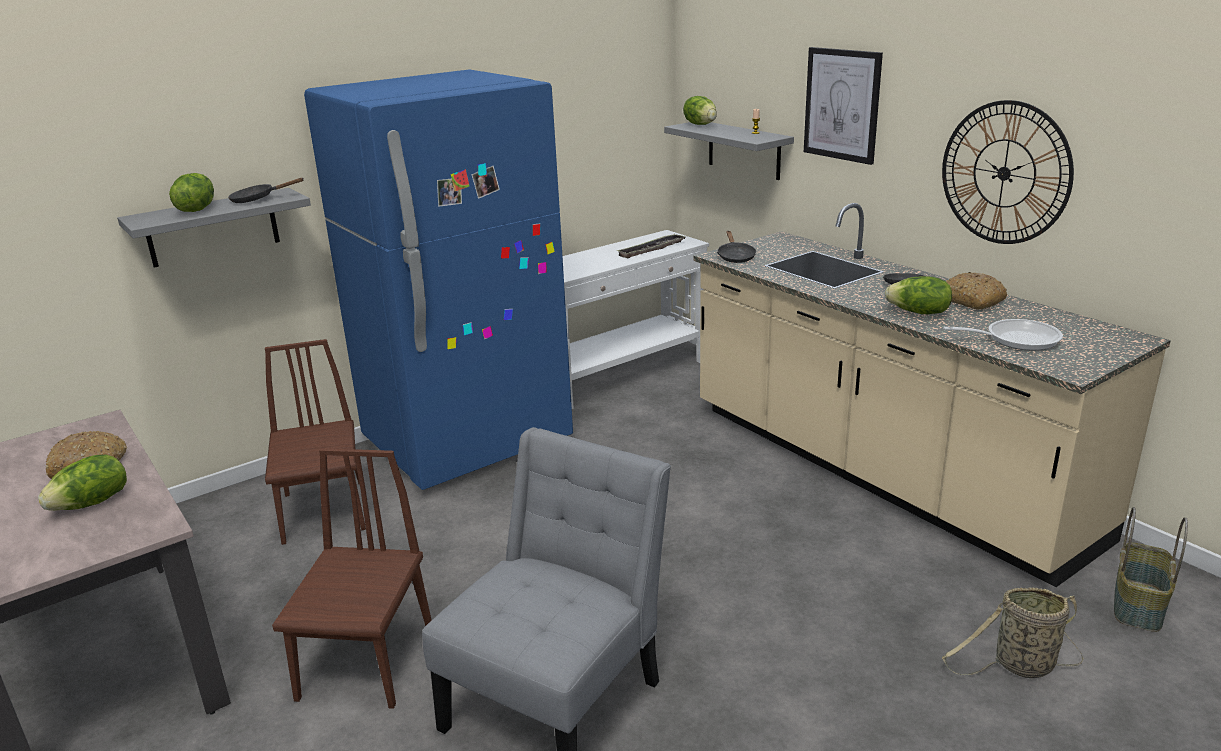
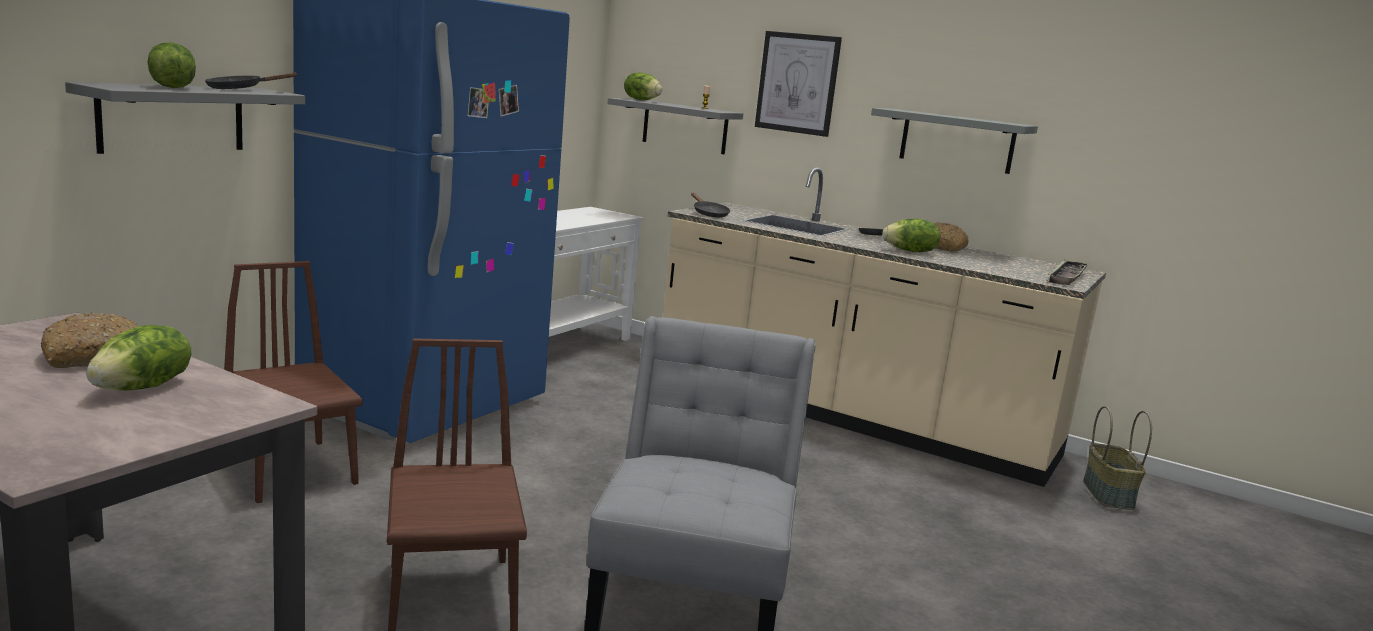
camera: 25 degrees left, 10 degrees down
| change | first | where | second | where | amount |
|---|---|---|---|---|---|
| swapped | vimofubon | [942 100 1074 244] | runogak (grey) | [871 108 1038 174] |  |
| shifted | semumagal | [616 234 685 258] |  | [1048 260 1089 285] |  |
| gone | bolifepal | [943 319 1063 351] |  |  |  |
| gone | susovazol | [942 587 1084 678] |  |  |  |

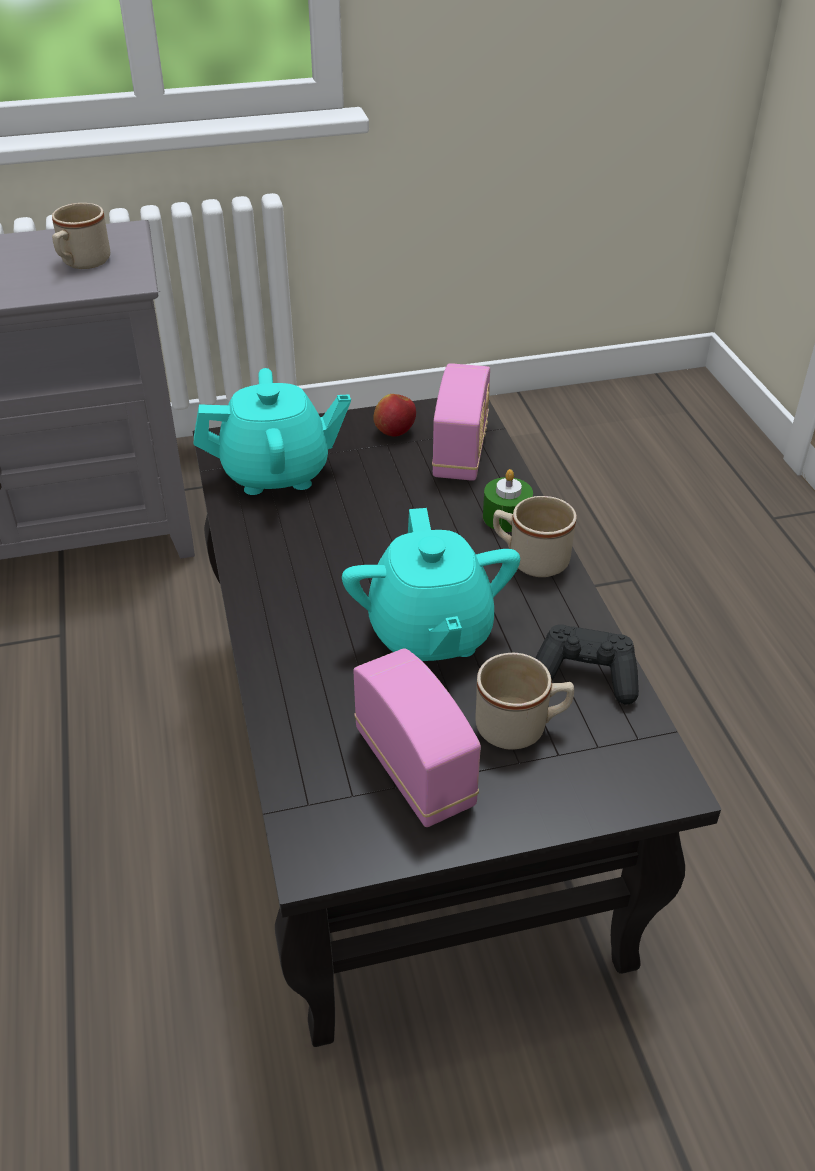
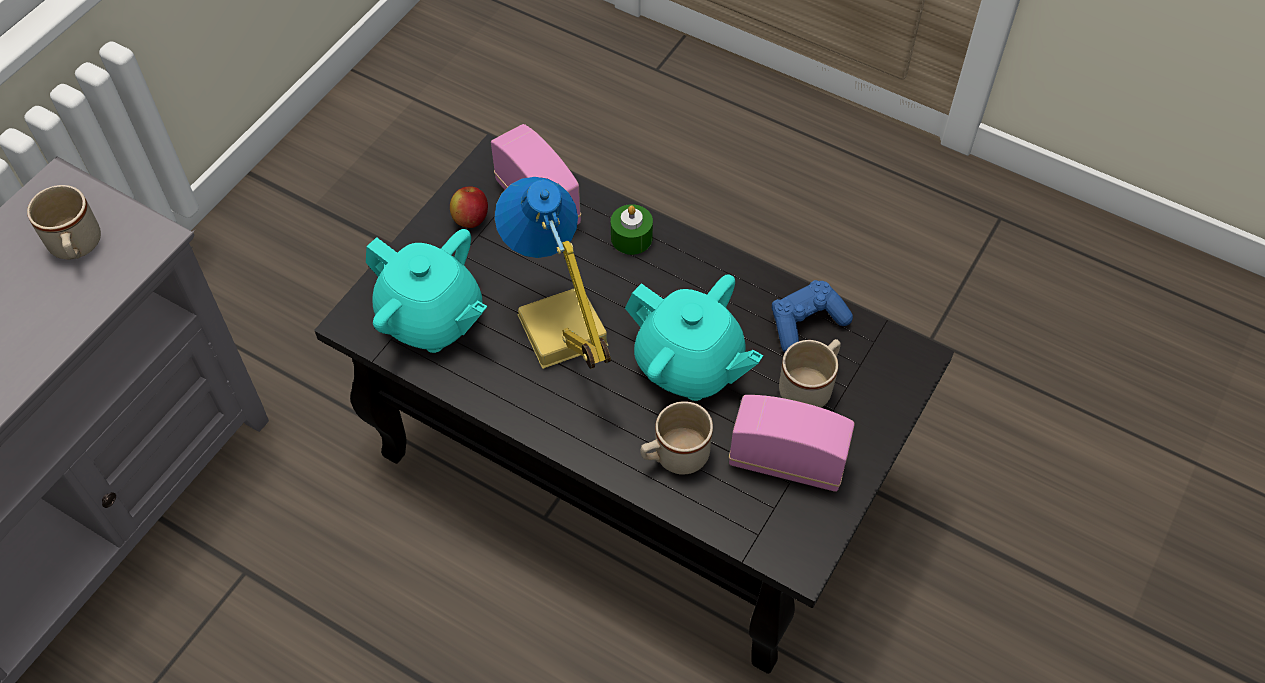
camera: 45 degrees left, 15 degrees up
| change | first | where | second | where | amount |
|---|---|---|---|---|---|
| rotated | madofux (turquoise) | [194 368 351 495] |  | [366 229 487 353] | 90 degrees clockwise |
| shifted | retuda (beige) | [493 496 577 577] |  | [641 401 713 475] |  |
| repainted | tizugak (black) | [536 624 639 704] | tizugak (blue) | [772 280 853 352] |  |
| new |  |  | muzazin | [494 177 611 369] |  |

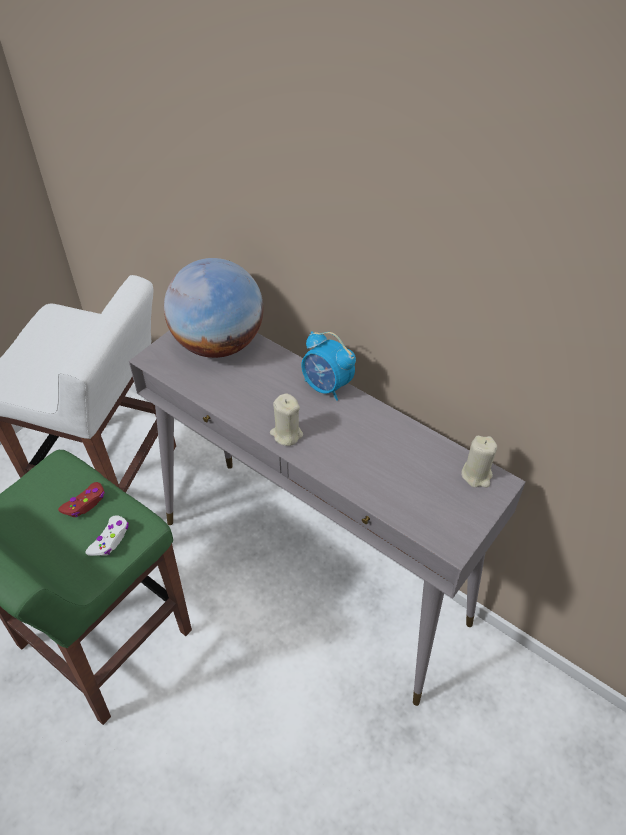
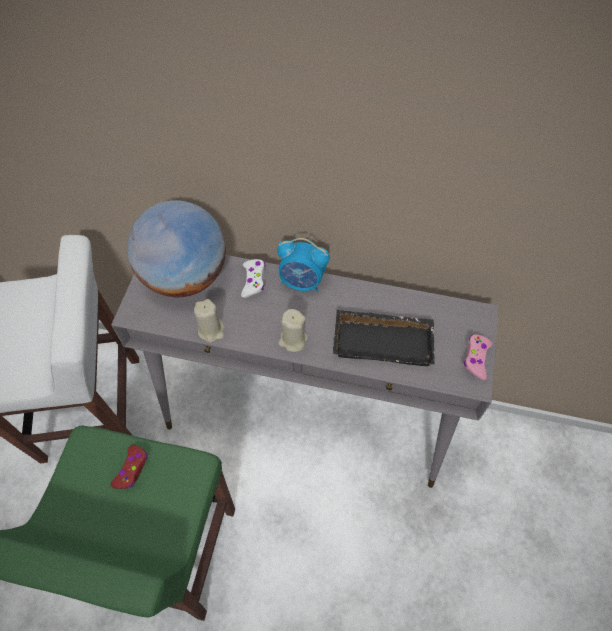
camera: 25 degrees left, 10 degrees up
| change | first | where | second | where | amount |
|---|---|---|---|---|---|
| shifted | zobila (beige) | [461 436 497 487] |  | [194 299 224 343] |  |
| shifted | tizugak (white) | [85 515 129 556] |  | [241 259 265 298] |  |
| new |  |  | semumagal (black) | [333 310 435 366] |  |
| new |  |  | tizugak (pink) | [464 335 493 380] |  |

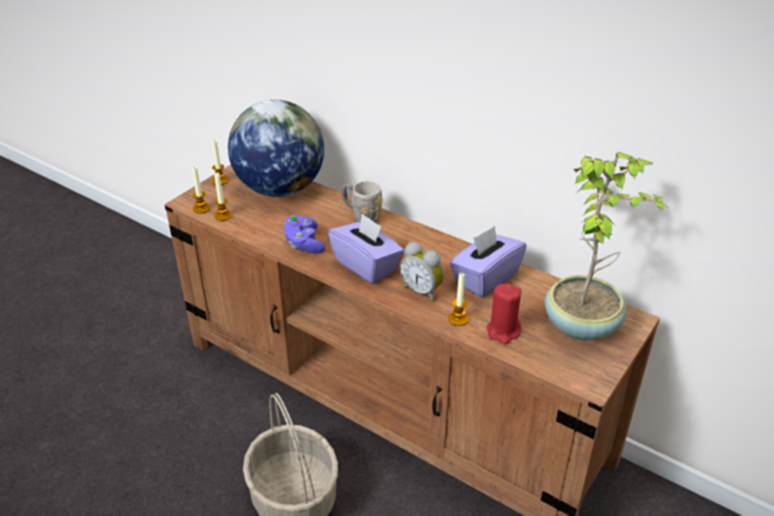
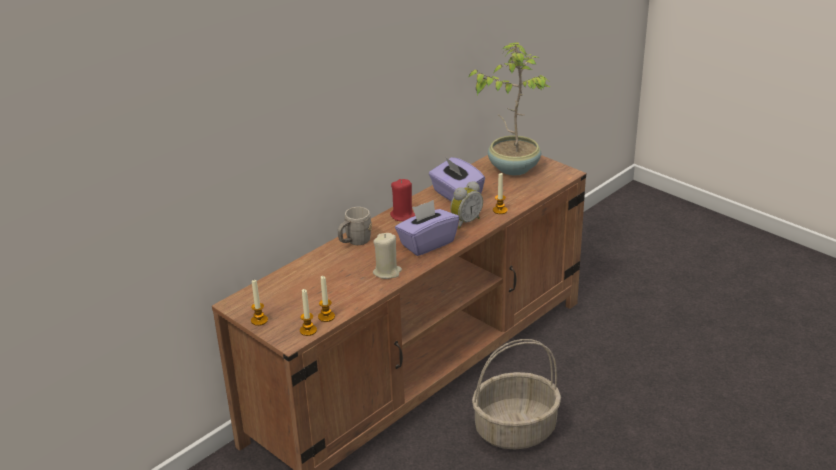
camera: 80 degrees left, 5 degrees down
| change | first | where | second | where | amount |
|---|---|---|---|---|---|
| gone | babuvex | [228 100 324 197] |  |  |  |
| swapped | tizugak (purple) | [284 215 326 254] | zobila (beige) | [373 233 402 279] |  |
| shifted | zobila (red) | [487 283 521 344] |  | [390 179 415 221] |  |

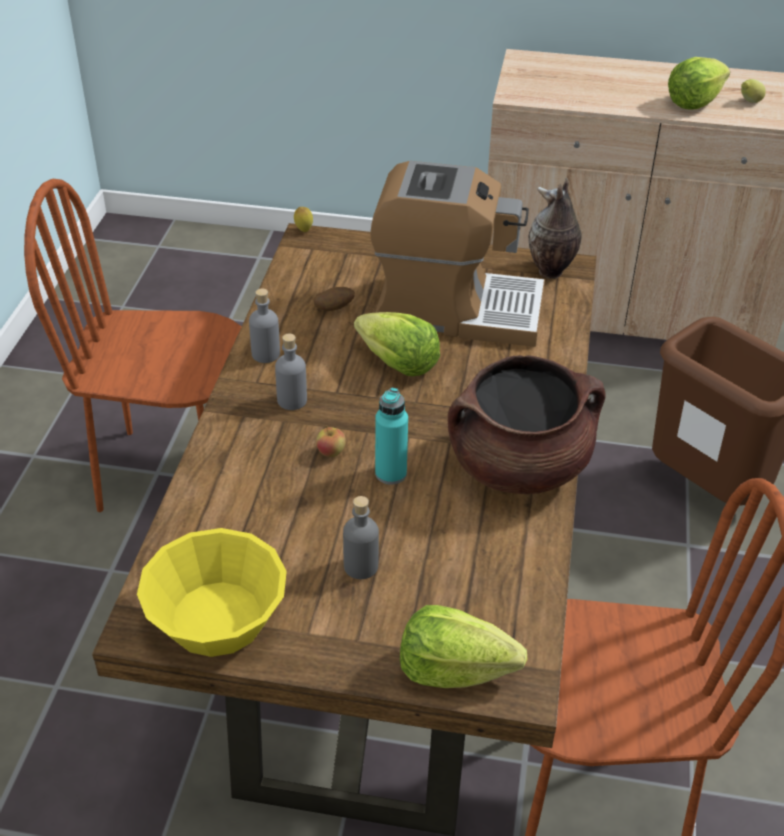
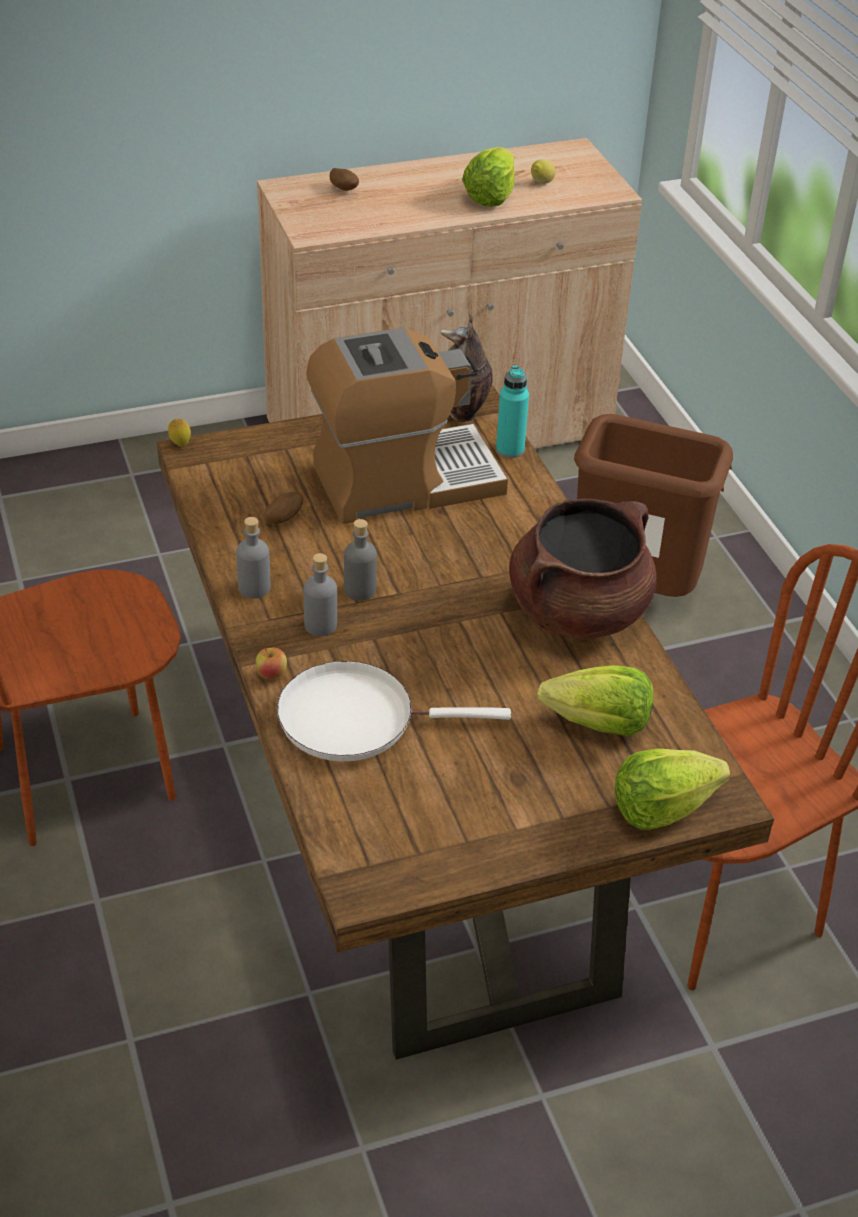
camera: 30 degrees left, 0 degrees up
| change | first | where | second | where | amount |
|---|---|---|---|---|---|
| shifted | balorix | [354 312 440 376] |  | [537 665 654 736] |  |
| shifted | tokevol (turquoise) | [375 388 408 485] |  | [496 366 529 458] |  |
| shifted | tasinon | [316 426 346 457] |  | [256 647 287 680] |  |
| shifted | tokevol (grey) | [343 496 379 579] |  | [344 519 377 601] |  |
| gone | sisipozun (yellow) | [137 528 287 657] |  |  |  |
| new |  |  | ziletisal | [330 168 359 191] |  |
| new |  |  | bolifepal (white) | [277 661 511 761] |  |

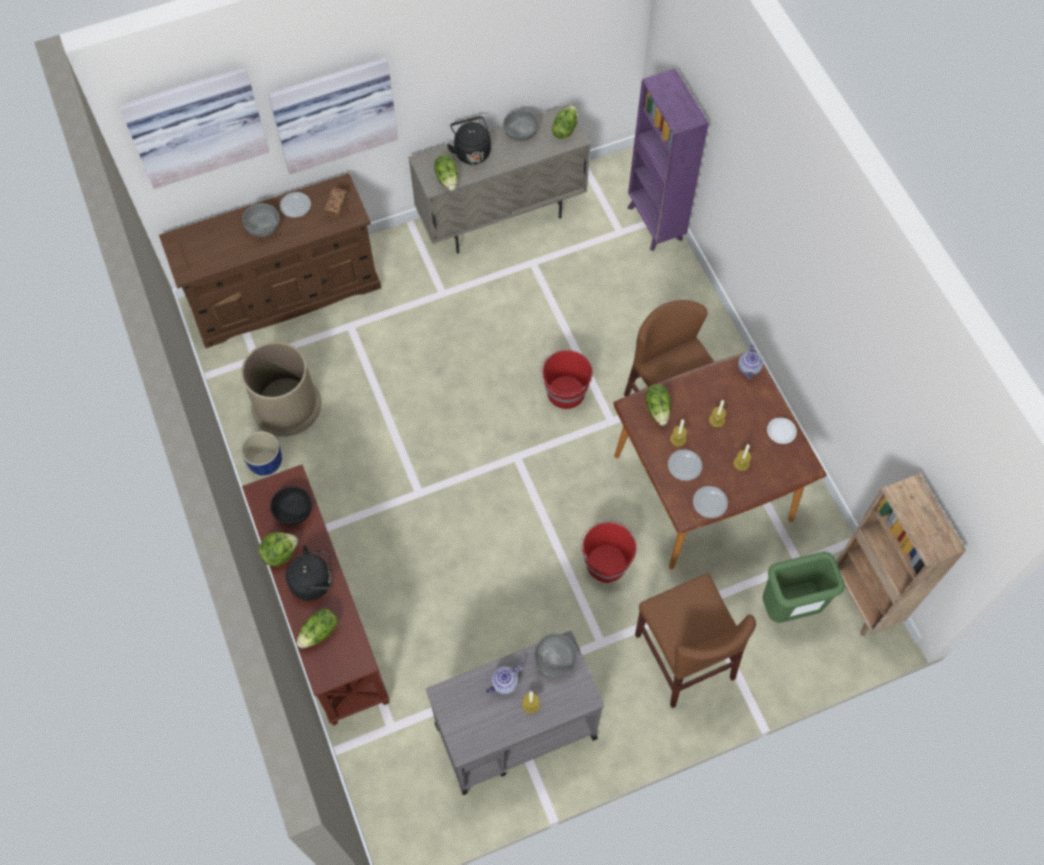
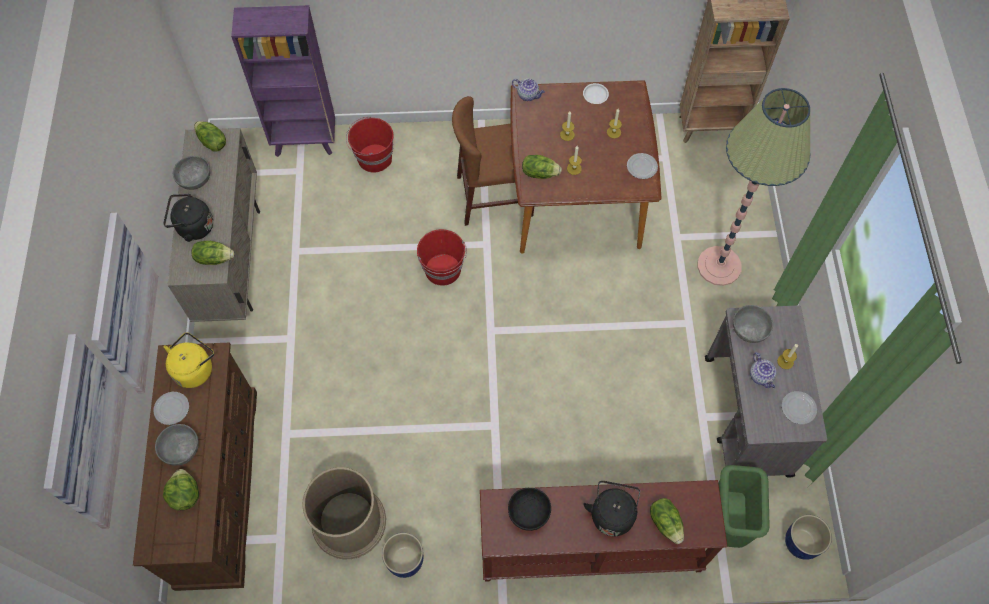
camera: 70 degrees left, 0 degrees up
| change | first | where | second | where | amount |
|---|---|---|---|---|---|
| swapped | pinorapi | [324 188 348 219] | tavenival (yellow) | [164 332 214 388] |  |
| shifted | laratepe | [668 449 702 481] |  | [782 391 817 424] |  |
| shifted | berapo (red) | [581 520 636 583] |  | [346 117 393 173] |  |
| shifted | balorix | [259 532 298 566] |  | [163 469 199 510] |  |
| shifted | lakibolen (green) | [763 552 845 623] |  | [718 465 770 548] |  |
| swapped | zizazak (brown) | [635 574 756 708] | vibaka | [697 88 811 286] |  |
| new |  |  | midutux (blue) | [785 515 832 560] |  |

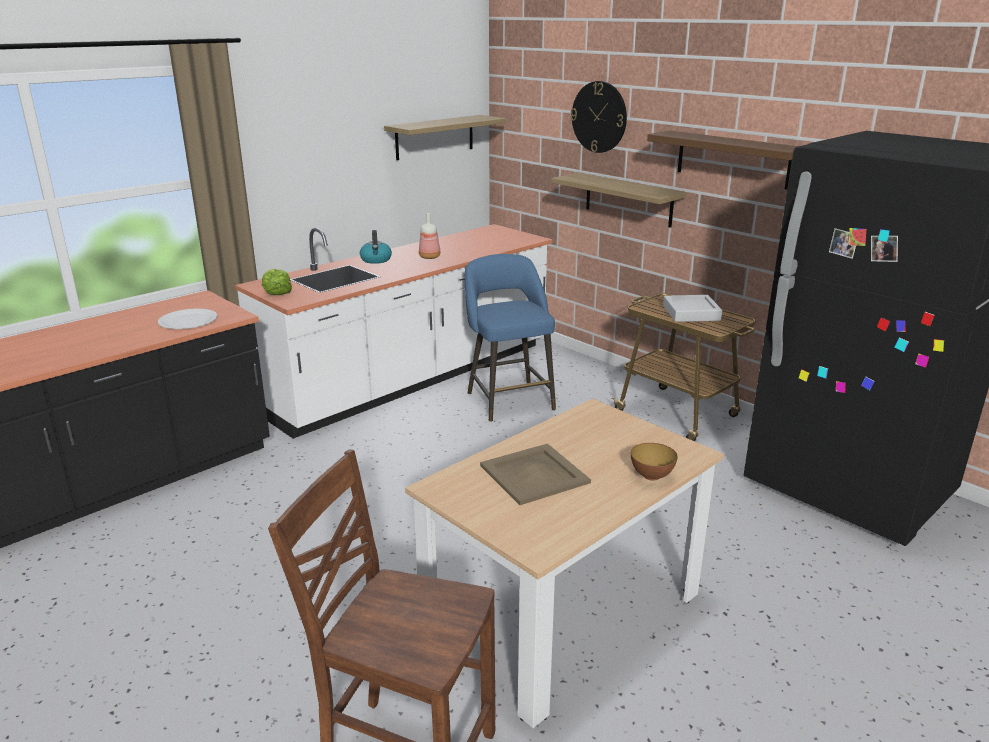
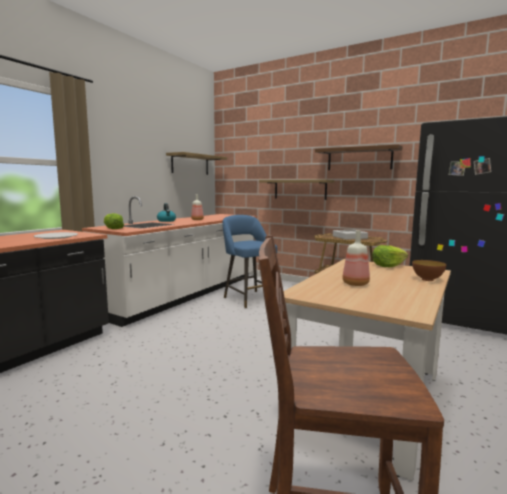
camera: 15 degrees left, 15 degrees down
| change | first | where | second | where | amount |
|---|---|---|---|---|---|
| gone | vimofubon | [571 81 627 153] |  |  |  |
| swapped | semumagal (beige) | [480 443 591 505] | tokevol | [342 230 370 286] |  |
| new |  |  | balorix | [372 245 408 267] |  |

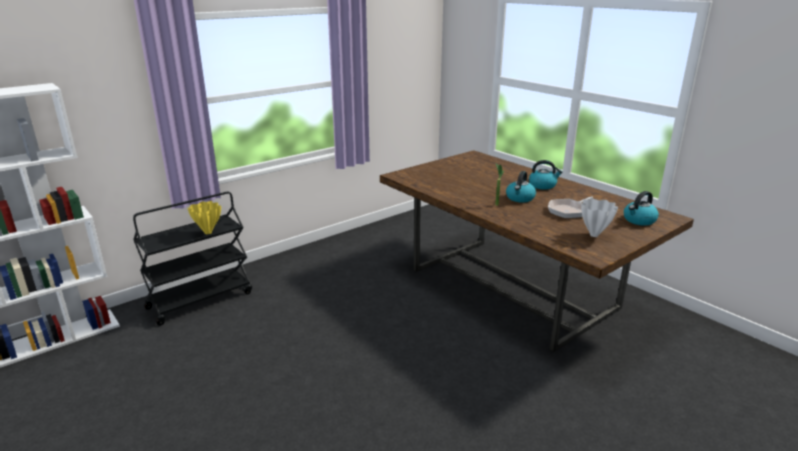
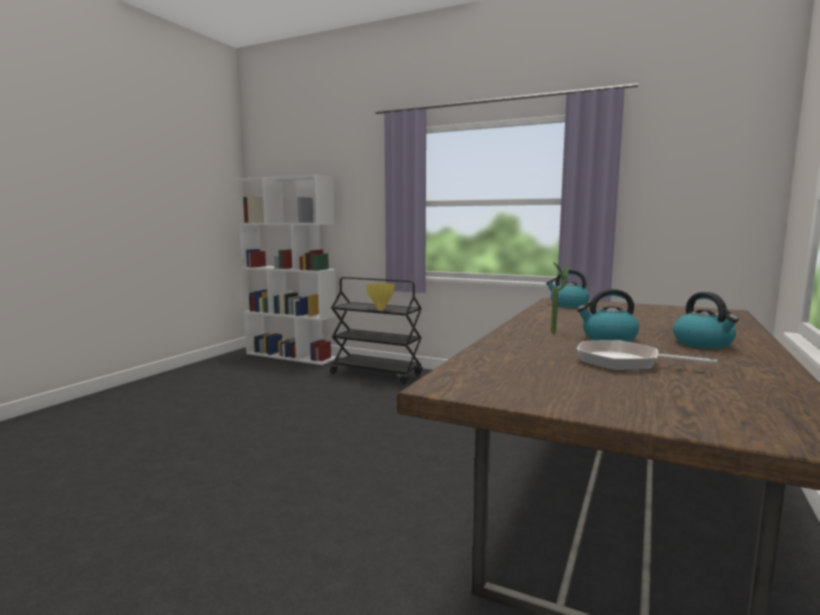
camera: 65 degrees right, 15 degrees down
| change | first | where | second | where | amount |
|---|---|---|---|---|---|
| shifted | tavenival | [624 191 659 226] |  | [546 270 590 307] |  |
| gone | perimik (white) | [581 198 618 237] |  |  |  |

